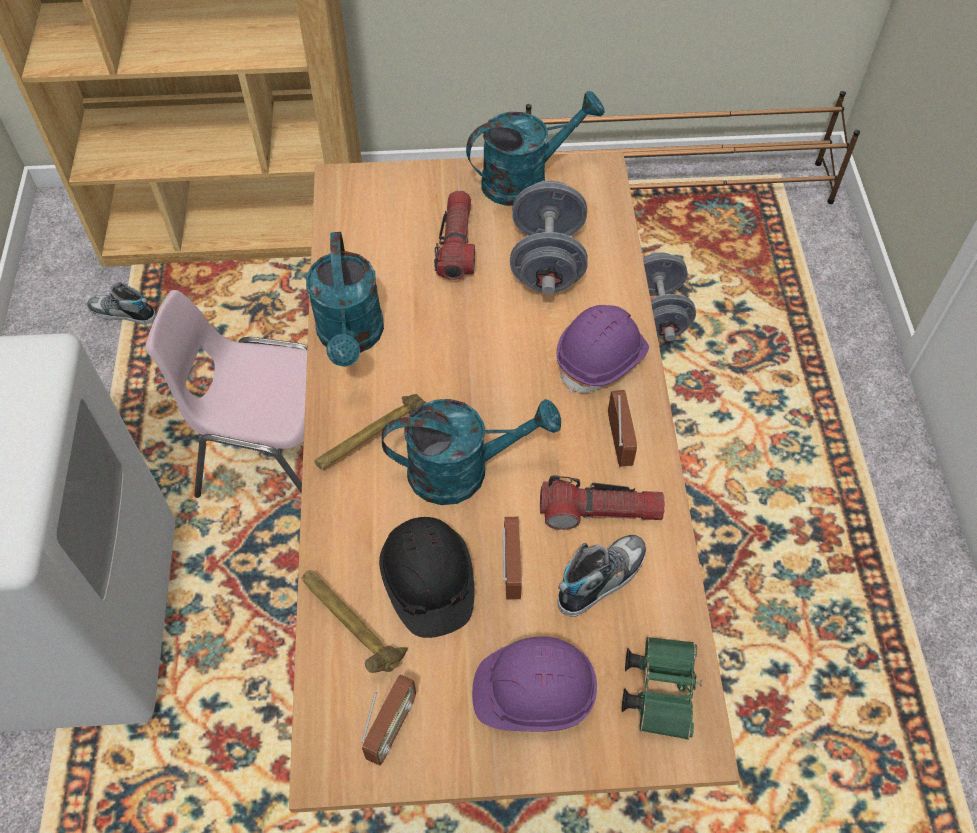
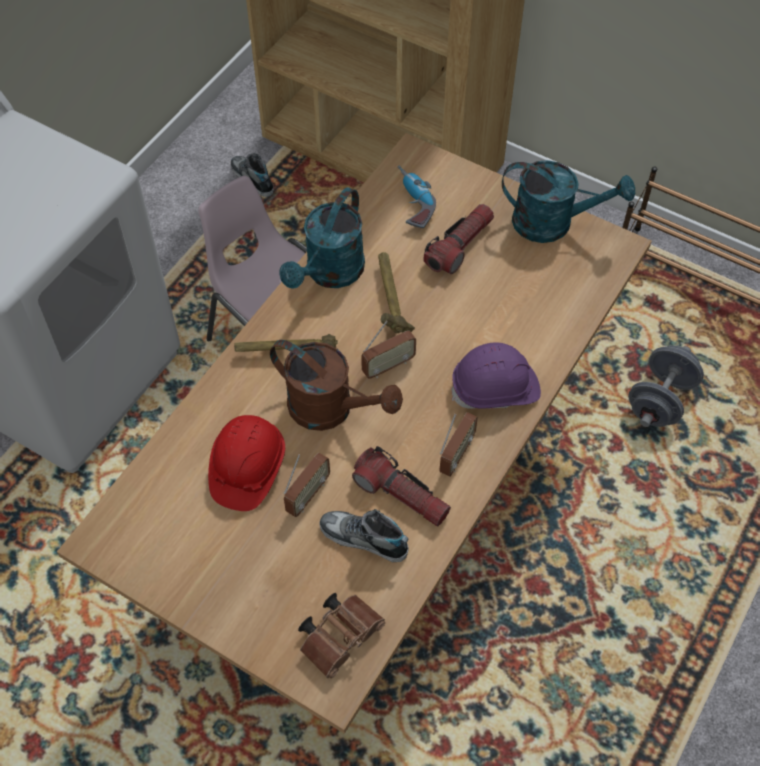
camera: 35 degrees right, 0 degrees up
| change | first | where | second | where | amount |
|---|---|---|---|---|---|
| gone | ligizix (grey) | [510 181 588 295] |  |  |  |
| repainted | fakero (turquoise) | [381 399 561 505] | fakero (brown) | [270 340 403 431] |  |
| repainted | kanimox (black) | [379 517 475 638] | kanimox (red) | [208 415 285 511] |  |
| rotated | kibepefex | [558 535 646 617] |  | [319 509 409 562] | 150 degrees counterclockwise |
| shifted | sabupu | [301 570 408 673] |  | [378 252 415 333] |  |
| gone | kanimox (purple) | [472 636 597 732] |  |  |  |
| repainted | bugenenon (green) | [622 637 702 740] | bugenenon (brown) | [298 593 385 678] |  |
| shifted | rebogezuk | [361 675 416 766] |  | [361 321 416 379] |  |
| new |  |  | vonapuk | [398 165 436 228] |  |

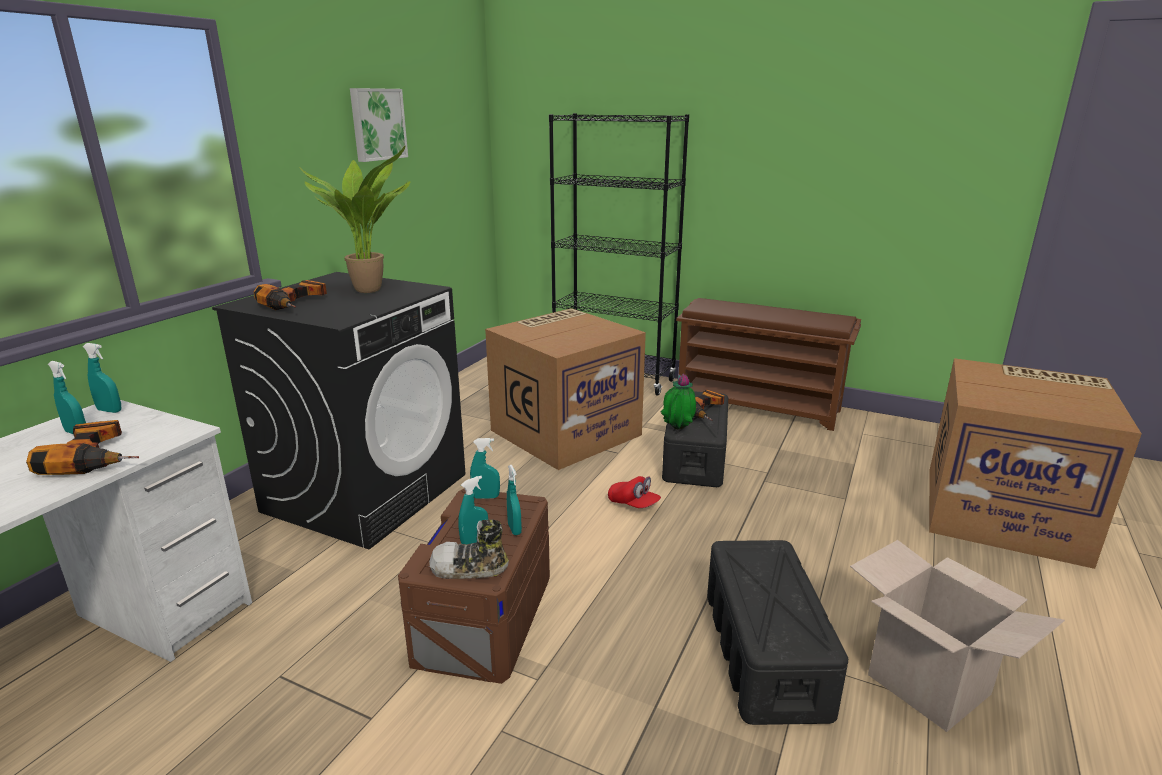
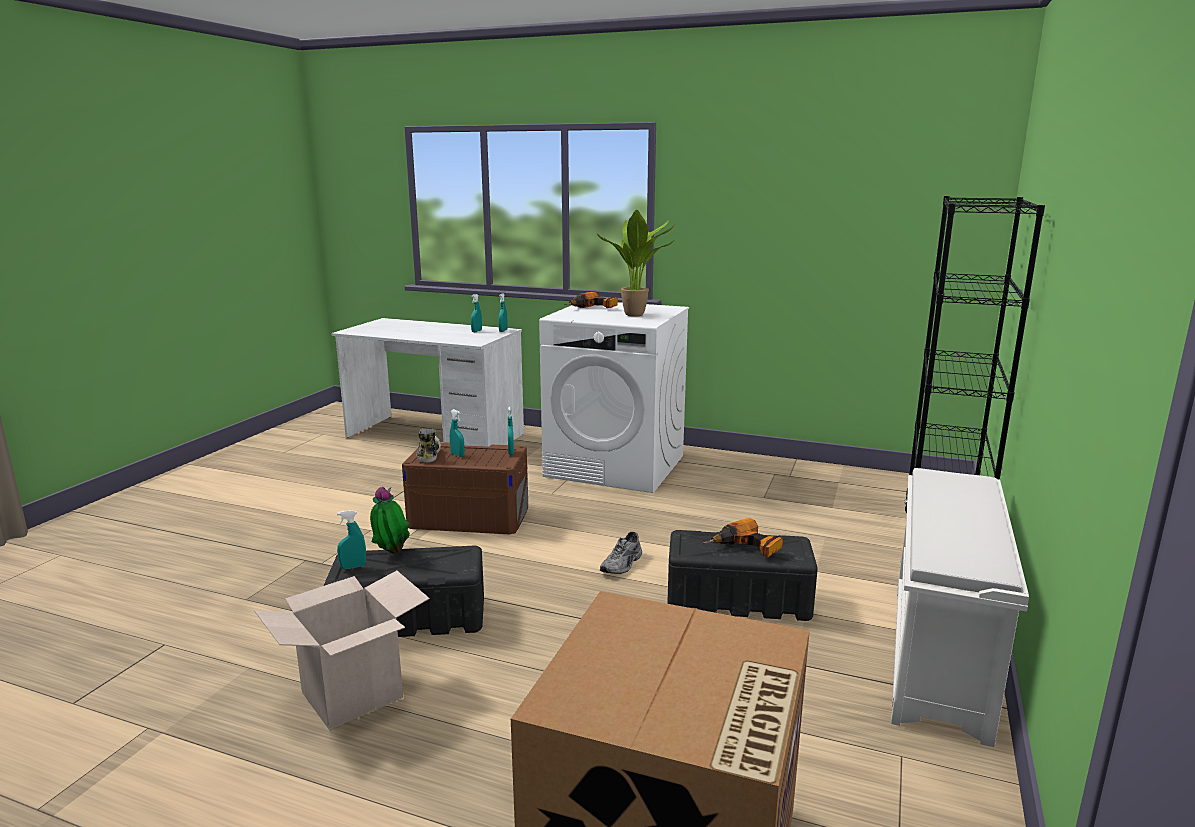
camera: 85 degrees right, 5 degrees down
| change | first | where | second | where | amount |
|---|---|---|---|---|---|
| gone | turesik | [350 88 408 162] |  |  |  |
| repainted | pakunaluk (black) | [212 272 466 549] | pakunaluk (white) | [539 302 689 493] |  |
| repainted | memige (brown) | [676 298 861 431] | memige (white) | [891 468 1029 747] |  |
| gone | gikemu | [485 308 646 470] |  |  |  |
| shifted | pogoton | [661 373 696 430] |  | [370 487 410 554] |  |
| gone | vonapuk | [26 420 139 475] |  |  |  |
| shifted | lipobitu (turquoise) | [507 465 522 535] |  | [337 510 366 569] |  |
| swapped | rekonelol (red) | [608 476 661 508] | kibepefex (grey) | [600 532 642 574] |  |

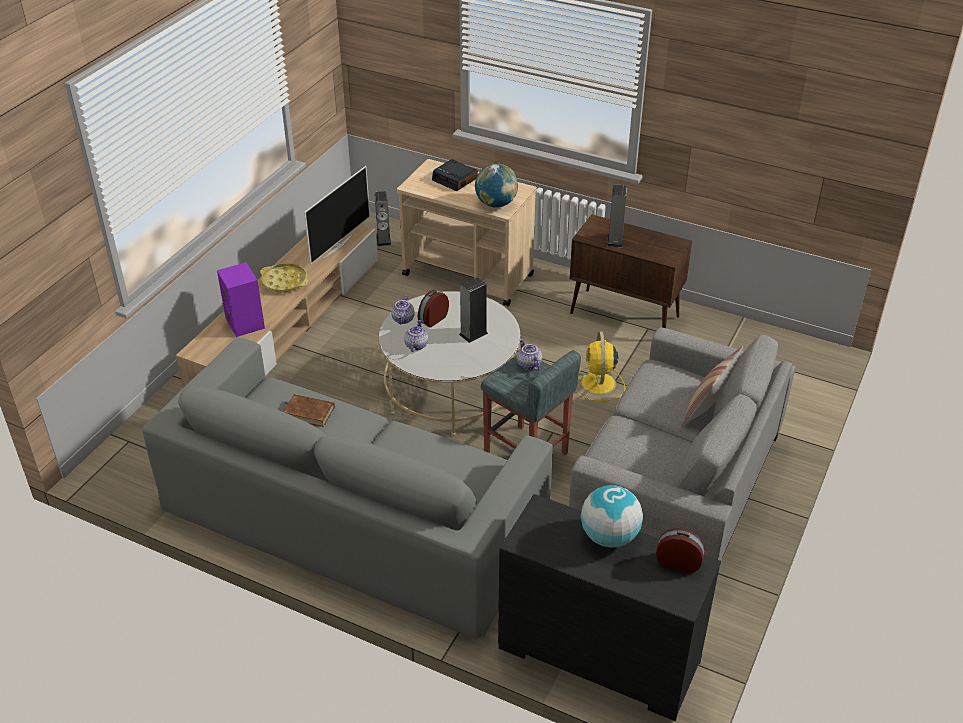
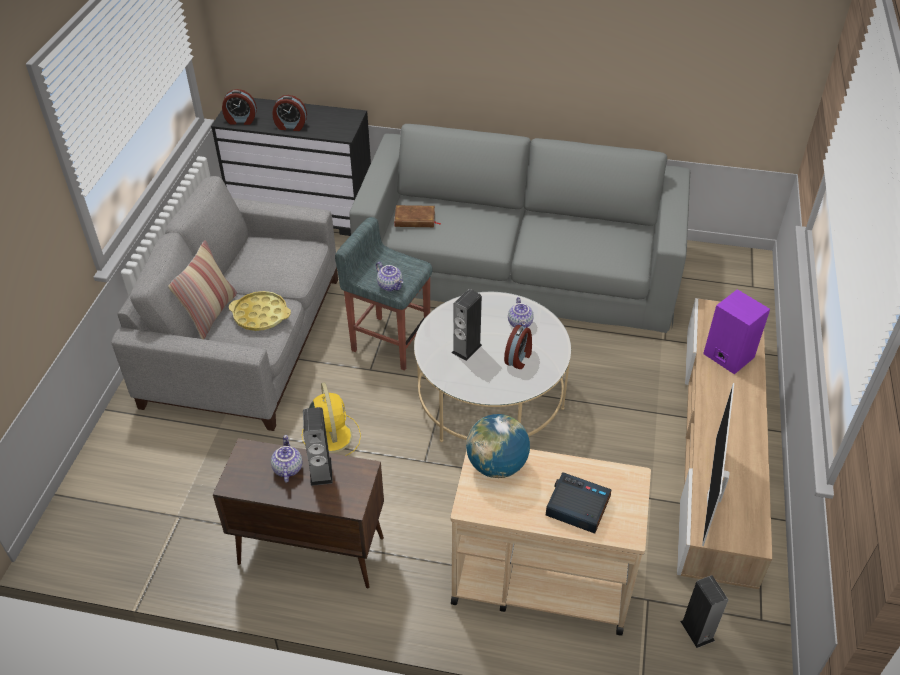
camera: 165 degrees right, 5 degrees up
| change | first | where | second | where | amount |
|---|---|---|---|---|---|
| shifted | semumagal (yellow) | [260 263 308 293] |  | [229 291 291 331] |  |
| shifted | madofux | [391 295 415 324] |  | [271 435 302 483] |  |
| shifted | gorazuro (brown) | [283 394 335 427] |  | [394 205 441 227] |  |
| swapped | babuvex | [581 485 643 548] | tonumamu | [272 95 307 131] |  |

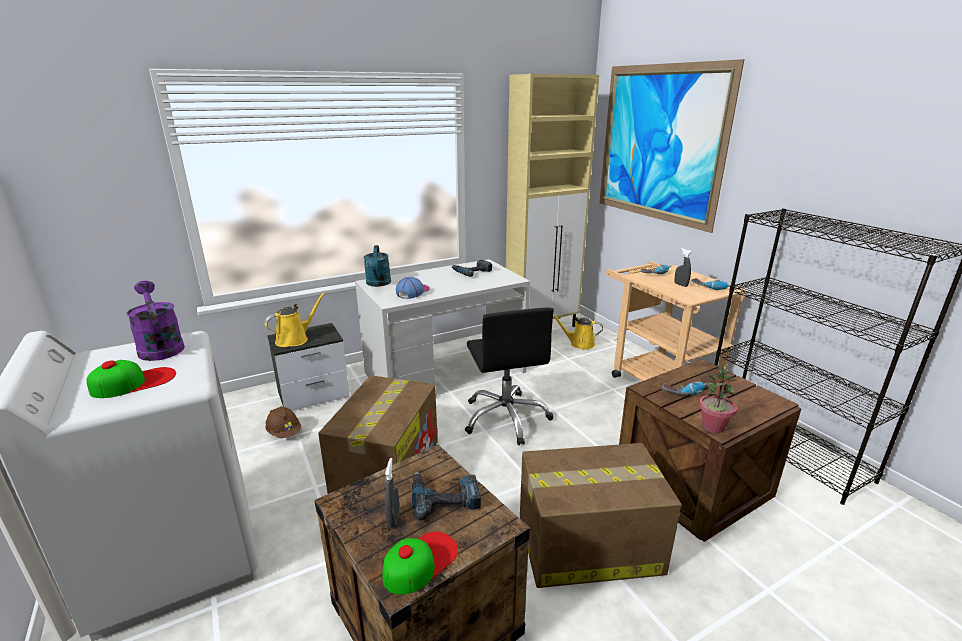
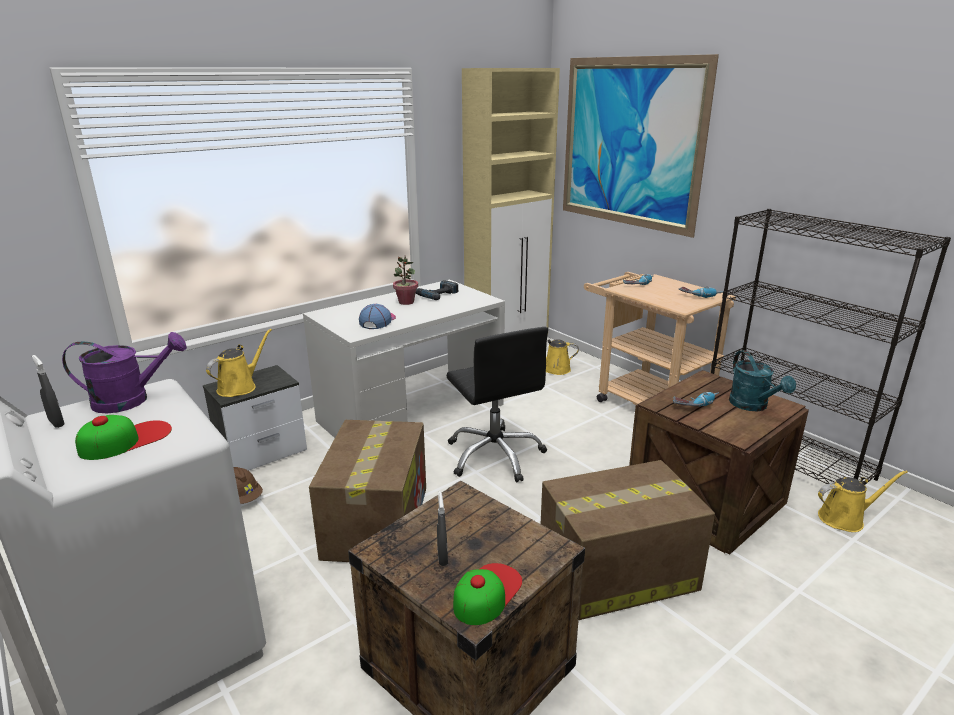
camera: 10 degrees left, 0 degrees up
| change | first | where | second | where | amount |
|---|---|---|---|---|---|
| shifted | fakero (turquoise) | [364 245 391 287] |  | [729 350 796 411] |  |
| shifted | lipobitu (grey) | [674 248 692 287] |  | [32 355 65 428] |  |
| rotated | fakero (purple) | [126 281 185 361] |  | [62 332 187 413] | 120 degrees clockwise |
| shifted | pogoton | [699 365 737 433] |  | [393 256 418 305] |  |
| gone | vonapuk | [412 472 481 521] |  |  |  |
| new |  |  | fakero (yellow) | [818 470 908 532] |  |

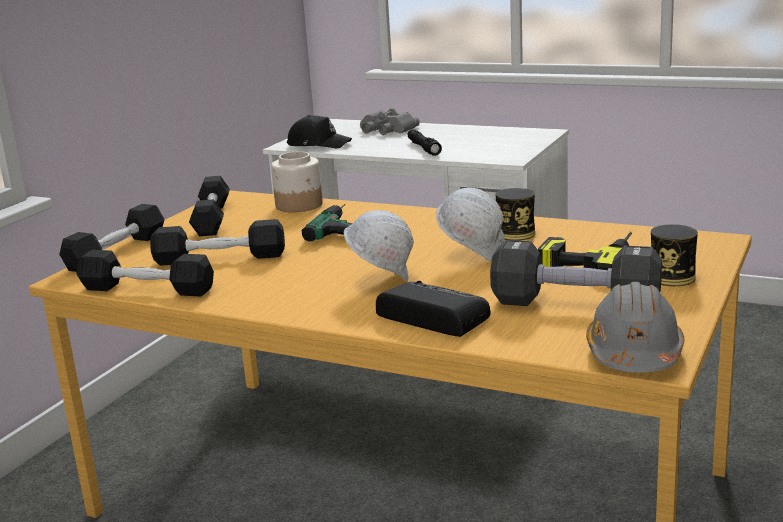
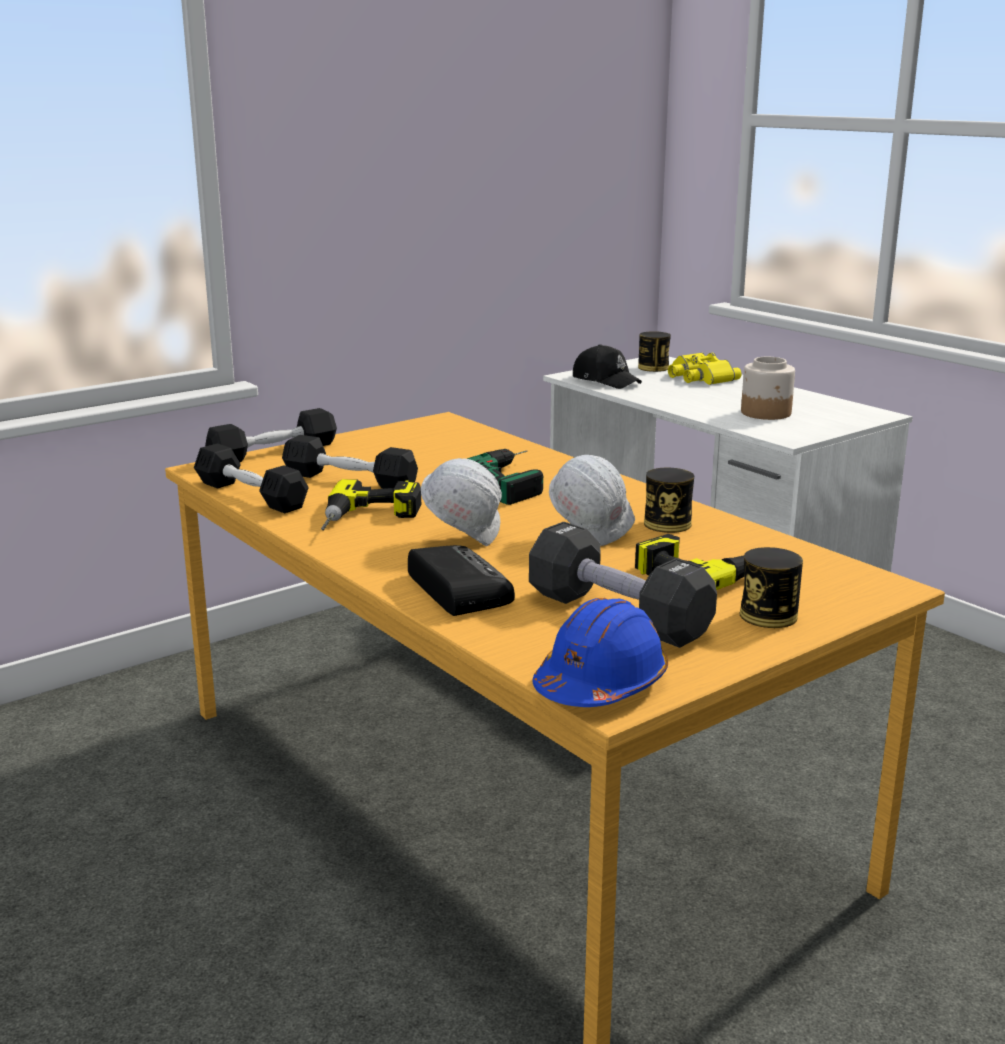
camera: 25 degrees right, 0 degrees up
| change | first | where | second | where | amount |
|---|---|---|---|---|---|
| repainted | bugenenon (grey) | [360 108 420 135] | bugenenon (yellow) | [668 352 742 385] |  |
| gone | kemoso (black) | [408 129 442 156] |  |  |  |
| shifted | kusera | [271 151 323 212] |  | [741 357 795 420] |  |
| gone | ligizix (black) | [189 176 230 237] |  |  |  |
| repainted | kanimox (grey) | [586 281 685 372] | kanimox (blue) | [533 598 668 707] |  |
| new |  |  | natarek | [638 331 671 372] |  |
| new |  |  | vonapuk | [321 479 421 530] |  |

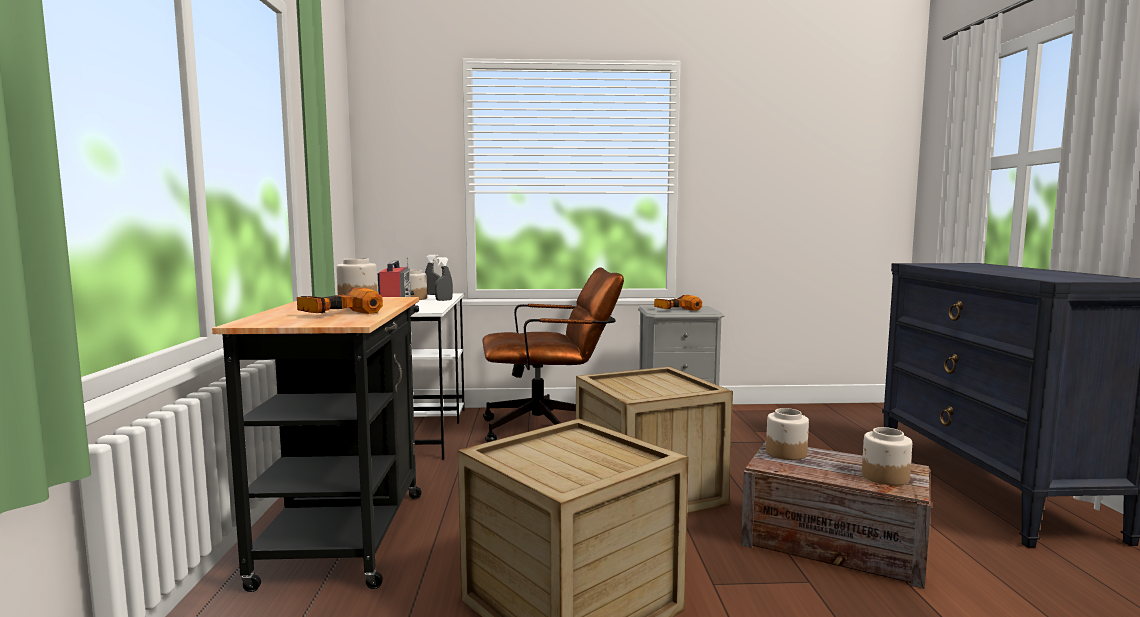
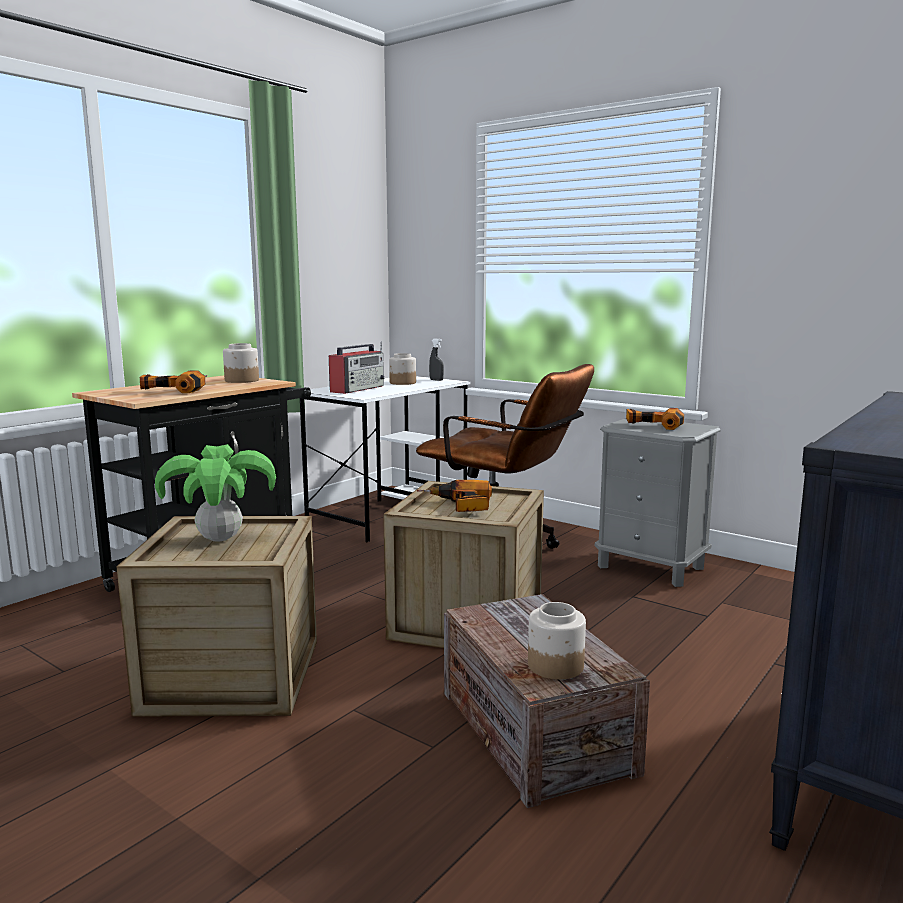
camera: 40 degrees right, 5 degrees up
| change | first | where | second | where | amount |
|---|---|---|---|---|---|
| gone | lipobitu (grey) | [435 257 453 301] |  |  |  |
| gone | kusera | [766 408 809 460] |  |  |  |
| new |  |  | pogoton | [155 444 276 542] |  |
| new |  |  | vonapuk | [417 480 492 512] |  |

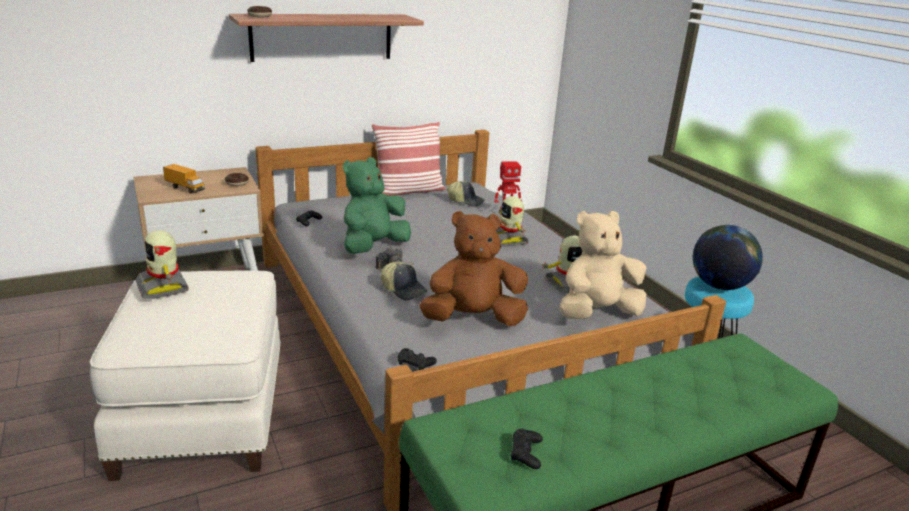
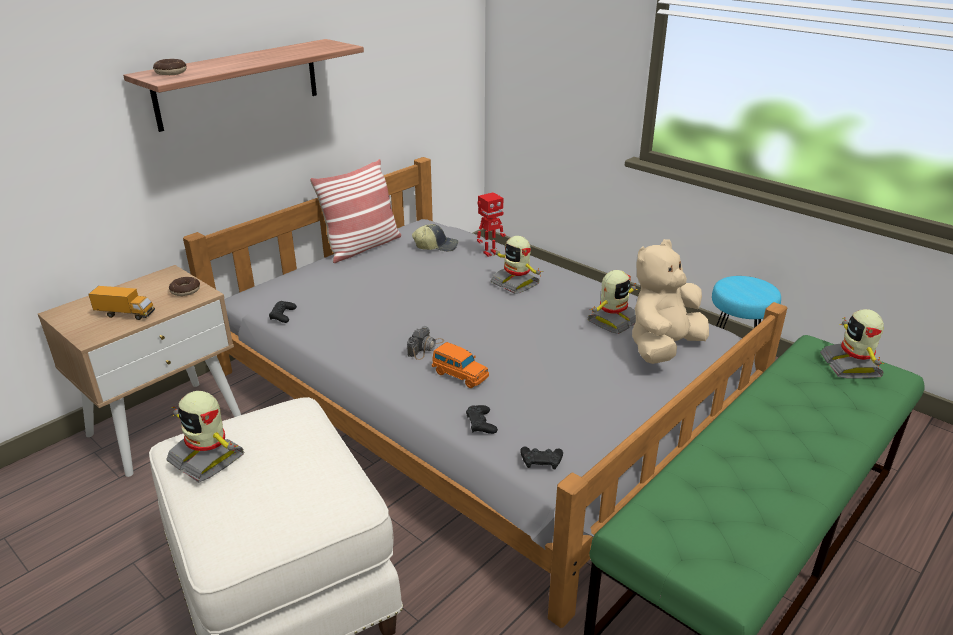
camera: 20 degrees left, 5 degrees up
| change | first | where | second | where | amount |
|---|---|---|---|---|---|
| gone | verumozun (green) | [343 157 411 254] |  |  |  |
| gone | verumozun (brown) | [419 211 528 326] |  |  |  |
| gone | babuvex | [693 225 763 290] |  |  |  |
| swapped | rekonelol | [381 262 428 301] | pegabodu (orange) | [432 342 489 388] |  |
| shifted | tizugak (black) | [511 429 543 469] |  | [466 405 498 434] |  |
| new |  |  | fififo | [820 309 884 379] |  |

